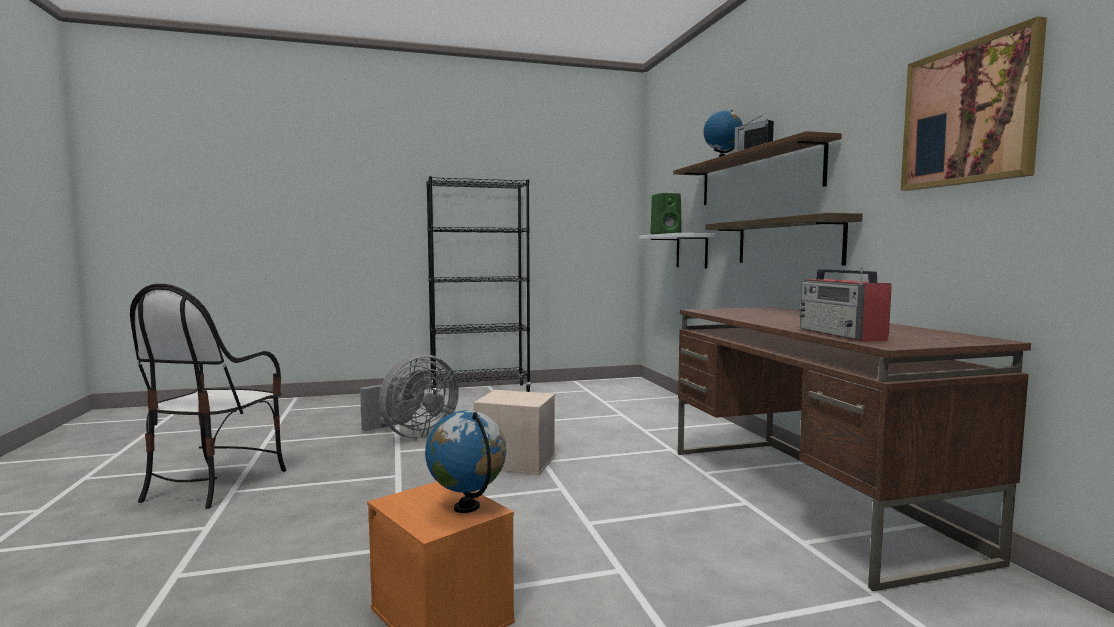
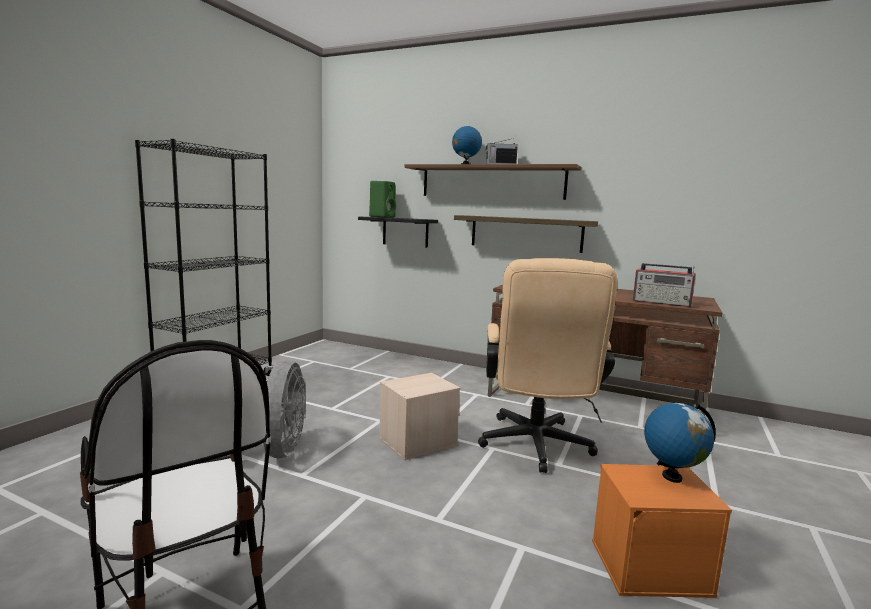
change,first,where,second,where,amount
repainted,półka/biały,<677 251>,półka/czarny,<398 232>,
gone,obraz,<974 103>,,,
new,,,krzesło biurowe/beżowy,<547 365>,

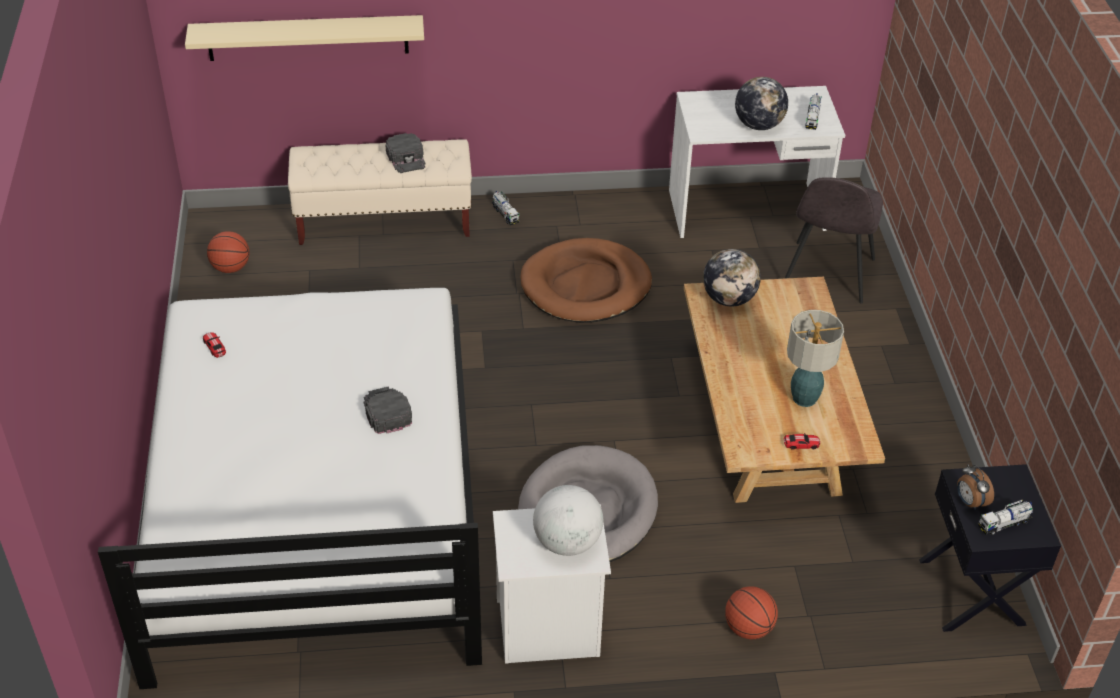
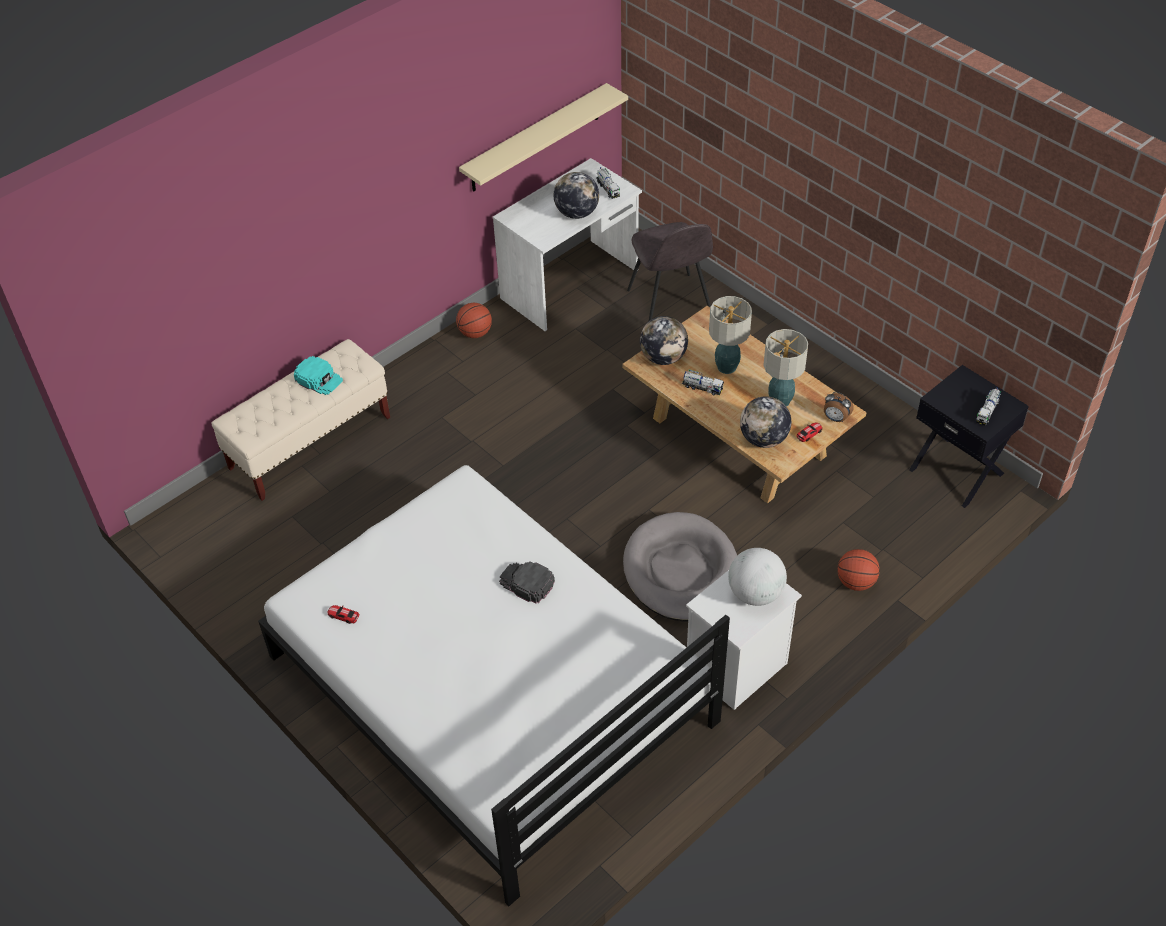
change,first,where,second,where,amount
shifted,półka/beżowy,<304 38>,,<543 137>,
shifted,piłka do koszykówki,<228 252>,,<474 320>,
repainted,czapka z daszkiem/czarny,<405 153>,czapka z daszkiem/turkusowy,<318 375>,
shifted,ciężarówka zabawkowa,<505 208>,,<703 382>,
gone,legowisko/brązowy,<586 280>,,,
shifted,budzik,<975 487>,,<839 407>,
new,,,lampa stołowa,<730 335>,
new,,,globus,<765 422>,

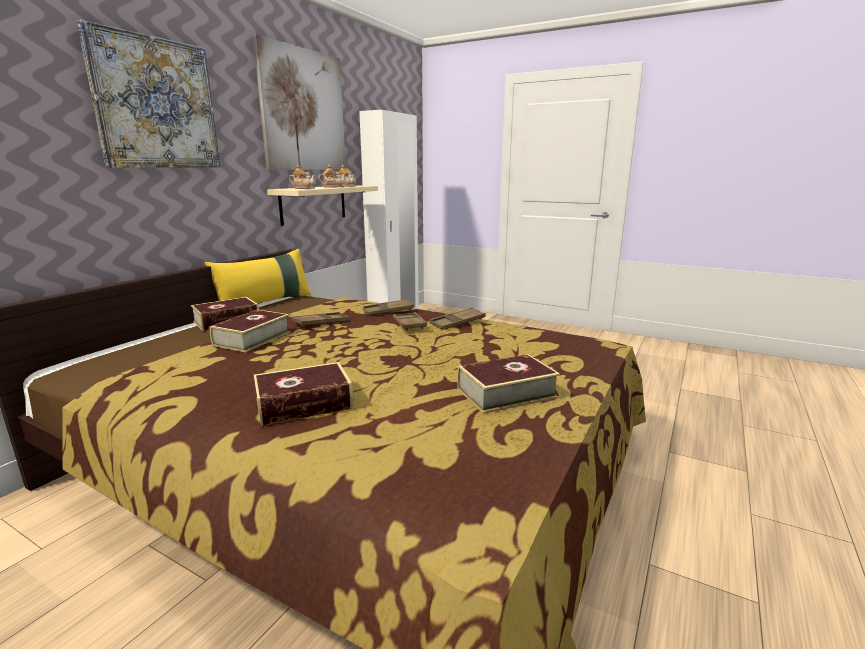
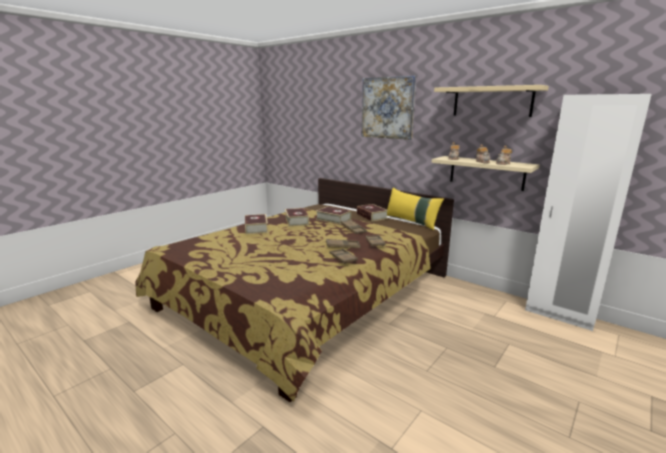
change,first,where,second,where,amount
swapped,obraz,<299 102>,półka/beżowy,<491 101>,
shifted,książka,<508 384>,,<297 217>,

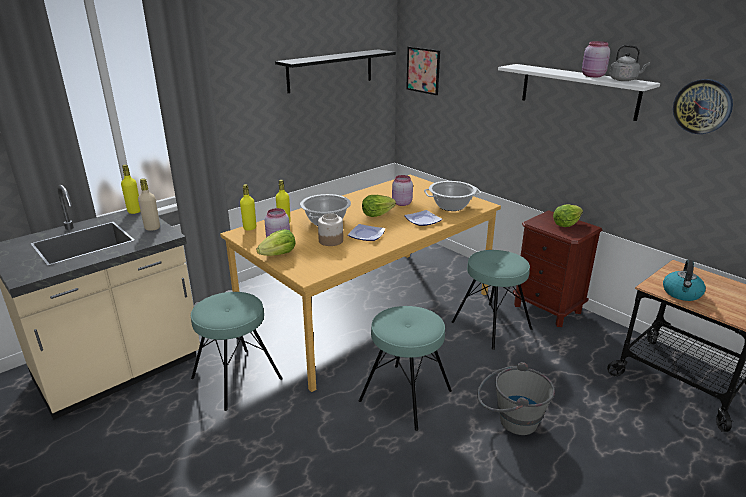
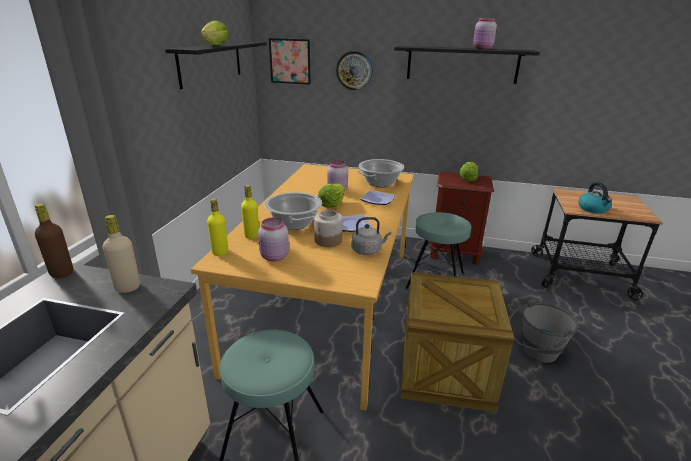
change,first,where,second,where,amount
repainted,butelka/żółty,<130 189>,butelka/brązowy,<54 240>,
shifted,sałata,<276 242>,,<215 33>,
swapped,stołek/turkusowy,<405 368>,skrzynka,<457 342>,
repainted,półka/biały,<579 92>,półka/czarny,<467 65>,
shifted,czajnik/szary,<630 63>,,<371 236>,
shifted,zegar ścienny,<703 106>,,<354 70>,

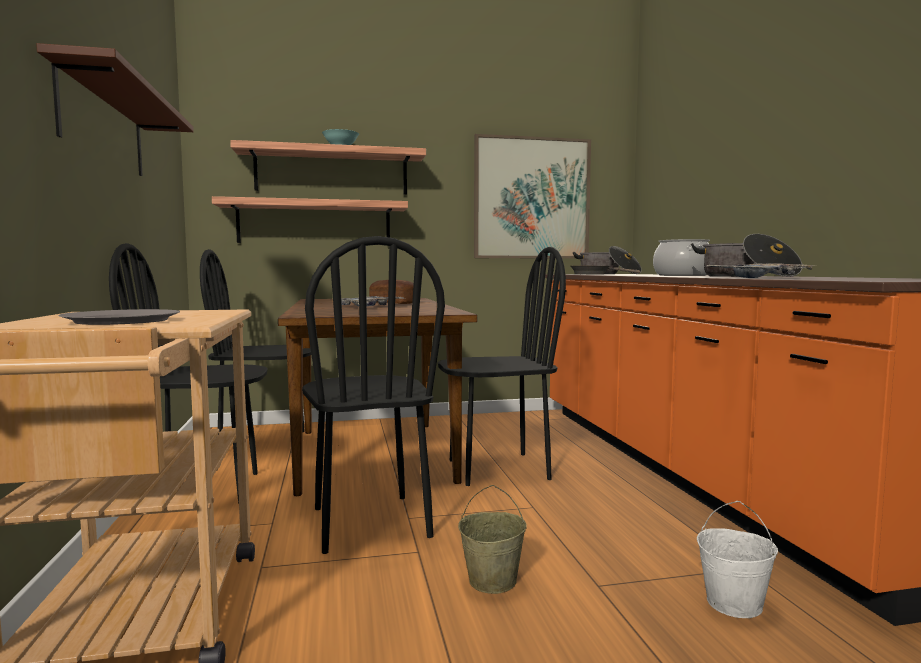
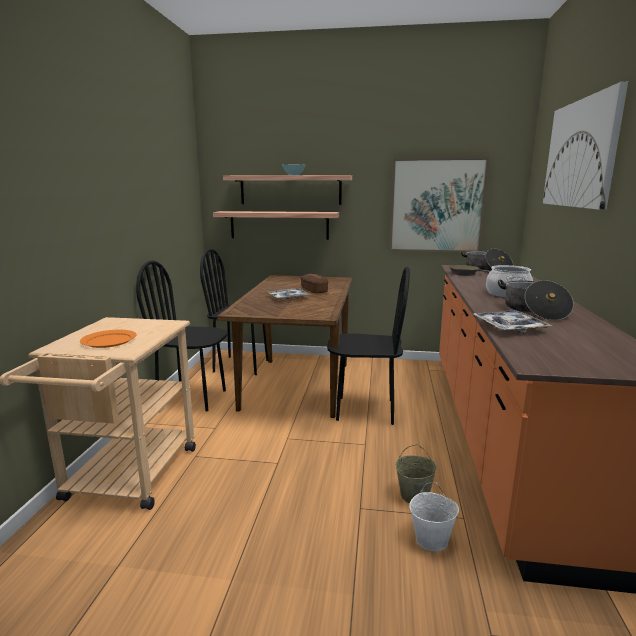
change,first,where,second,where,amount
gone,półka/brązowy,<115 109>,,,
repainted,talerz/szary,<119 317>,talerz/pomarańczowy,<108 339>,
gone,krzesło/czarny,<373 395>,,,
shifted,wiadro/beżowy,<492 539>,,<416 474>,
new,,,obraz,<585 146>,

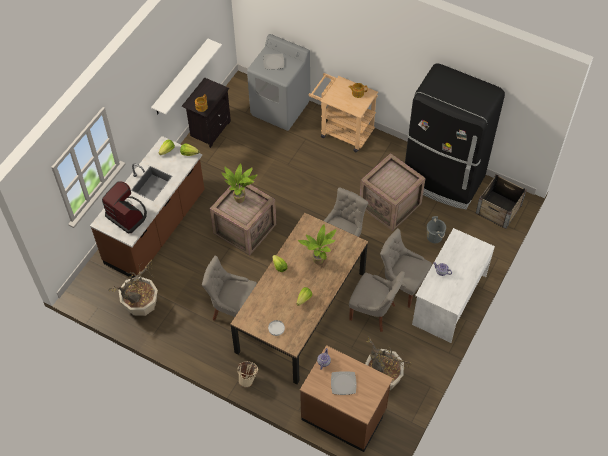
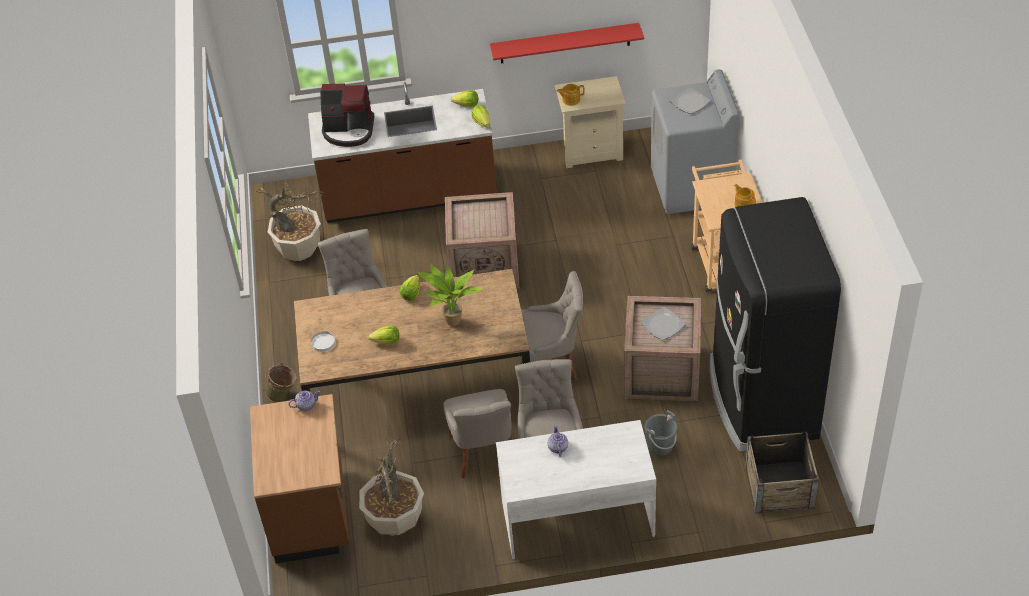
change,first,where,second,where,amount
rotated,ekspres do kawy,<124 207>,,<347 115>,90 degrees clockwise
repainted,półka/biały,<186 76>,półka/czerwony,<567 43>,
repainted,szafka nocna/czarny,<206 113>,szafka nocna/beżowy,<590 122>,
gone,roślina doniczkowa,<239 183>,,,
repainted,wiadro/beżowy,<247 374>,wiadro/zielony,<281 382>,
shifted,talerz,<343 383>,,<663 323>,

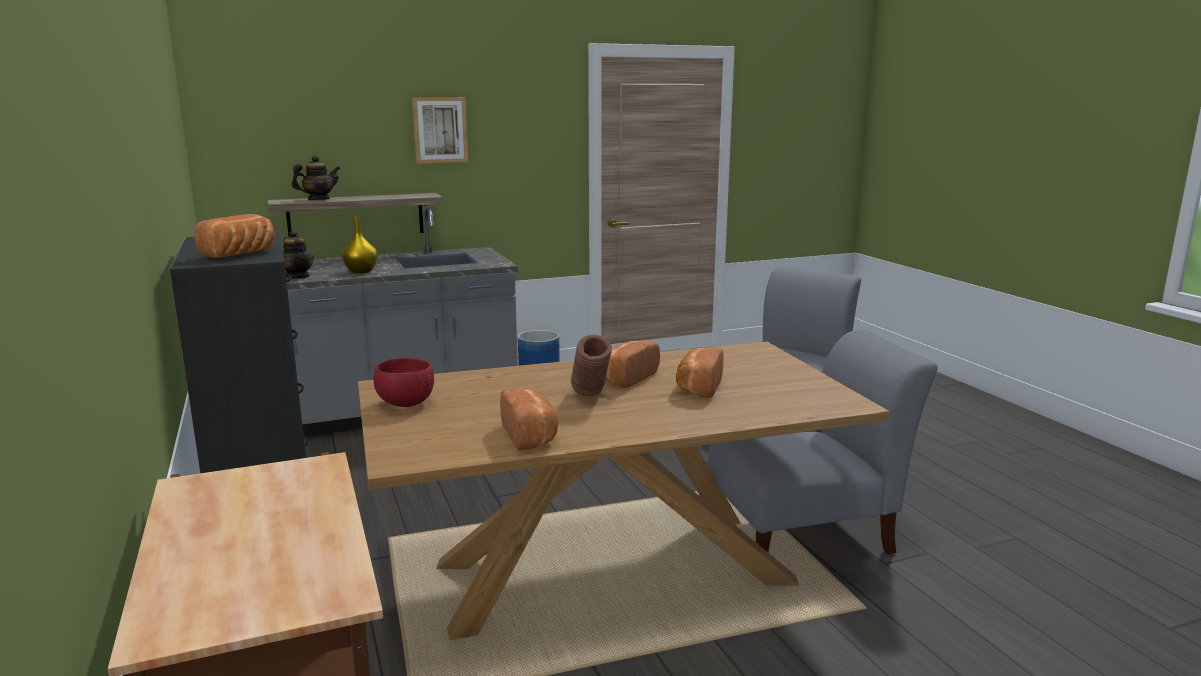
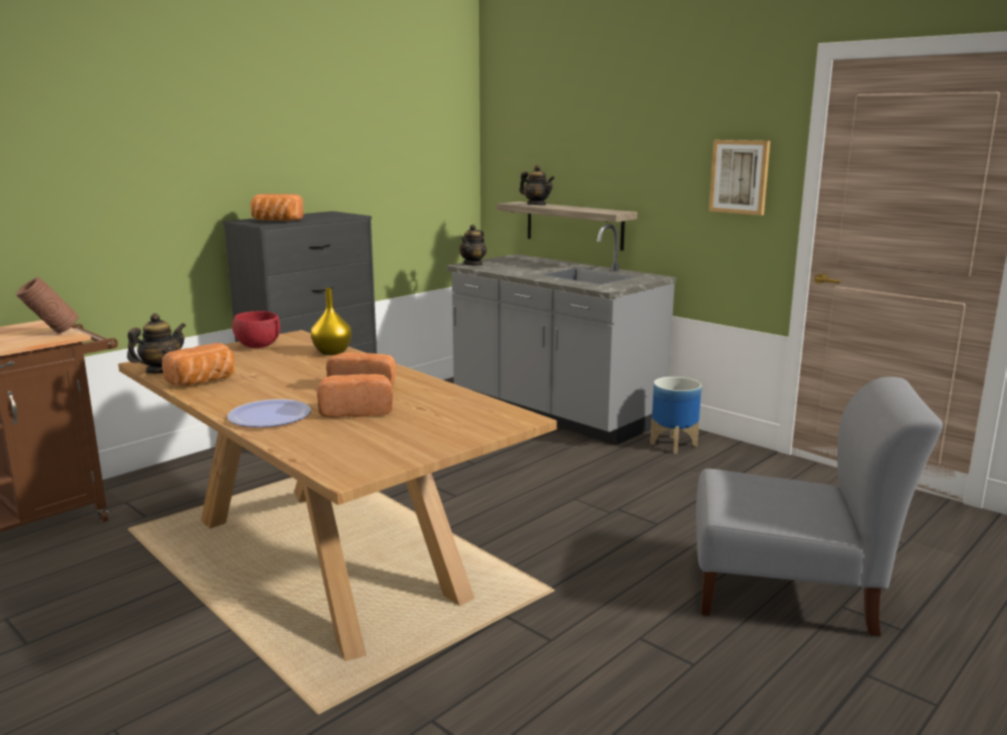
change,first,where,second,where,amount
shifted,wazon/żółty,<359 244>,,<331 321>,
shifted,obraz,<440 130>,,<739 177>,
shifted,wazon/brązowy,<591 365>,,<47 305>,
gone,krzesło/szary,<823 442>,,,
new,,,imbryk,<156 343>,
new,,,talerz,<269 413>,

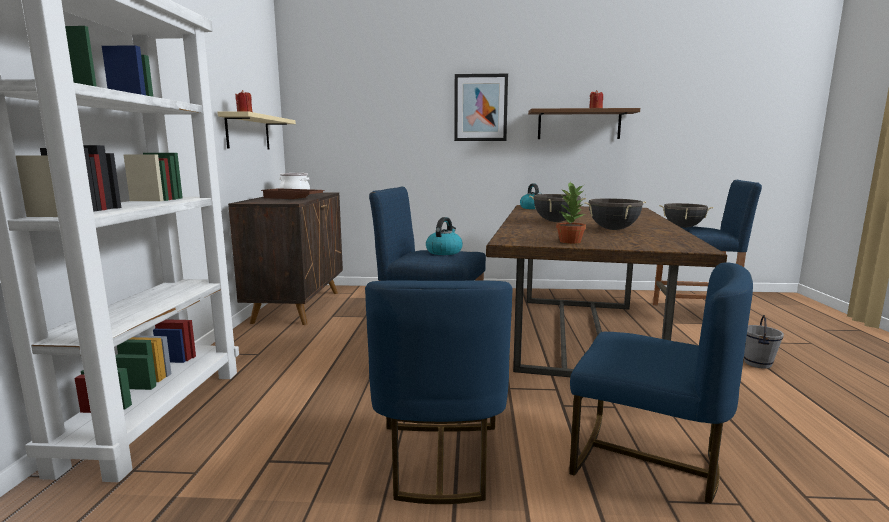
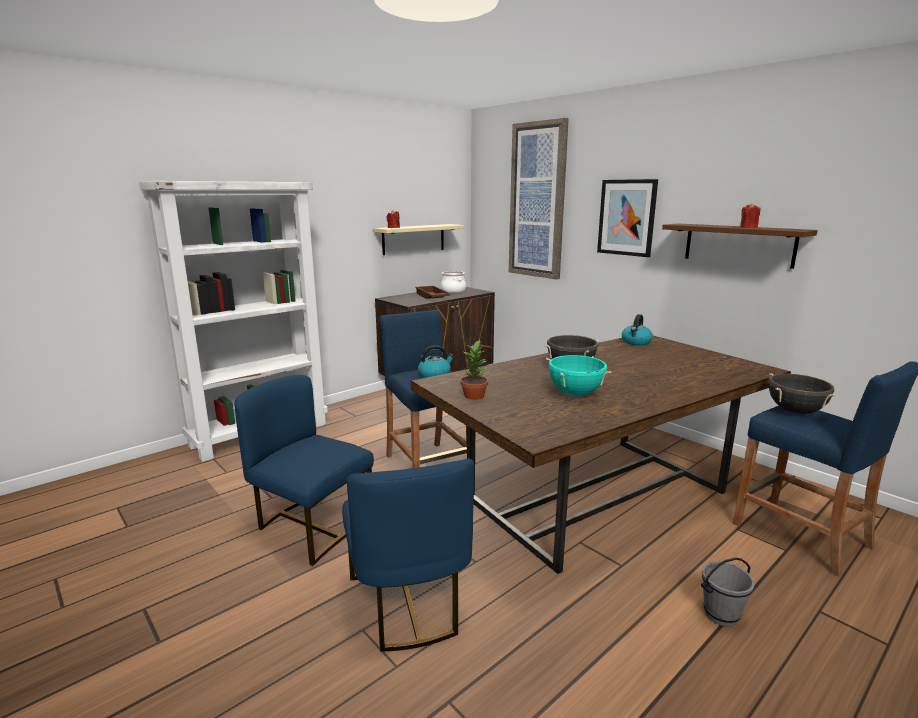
change,first,where,second,where,amount
rotated,krzesło/niebieski,<439 392>,,<304 470>,75 degrees clockwise
repainted,garnek/czarny,<615 214>,garnek/turkusowy,<579 375>,
new,,,obraz,<539 198>,

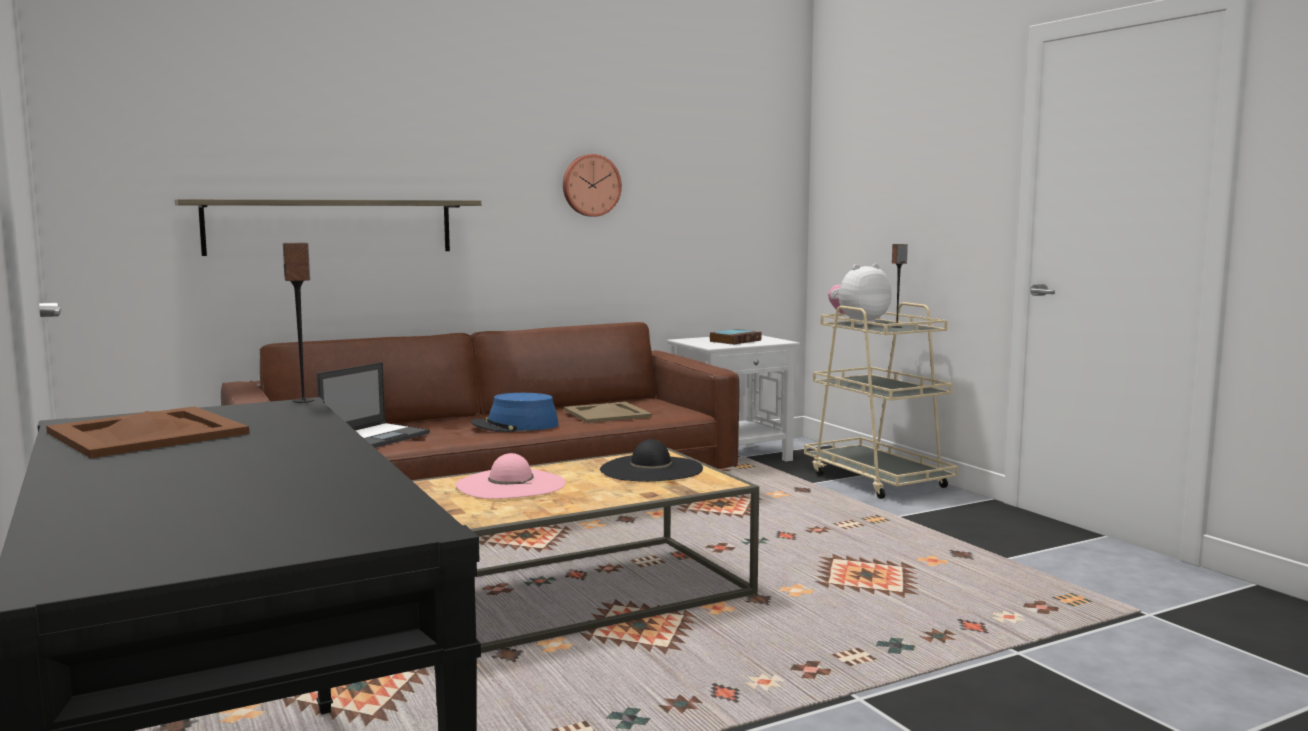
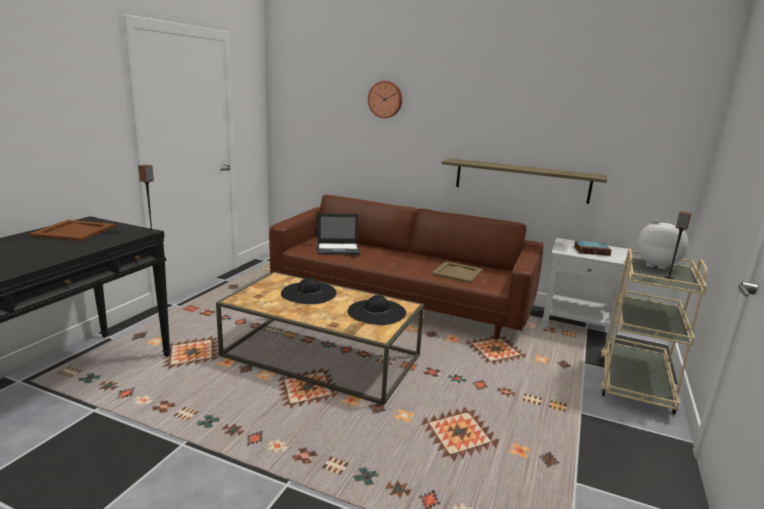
change,first,where,second,where,amount
shifted,półka,<328 227>,,<524 181>,
repainted,kapelusz/różowy,<510 476>,kapelusz/czarny,<309 291>,
gone,kapelusz/niebieski,<515 412>,,,
shifted,zegar ścienny,<592 185>,,<385 99>,

